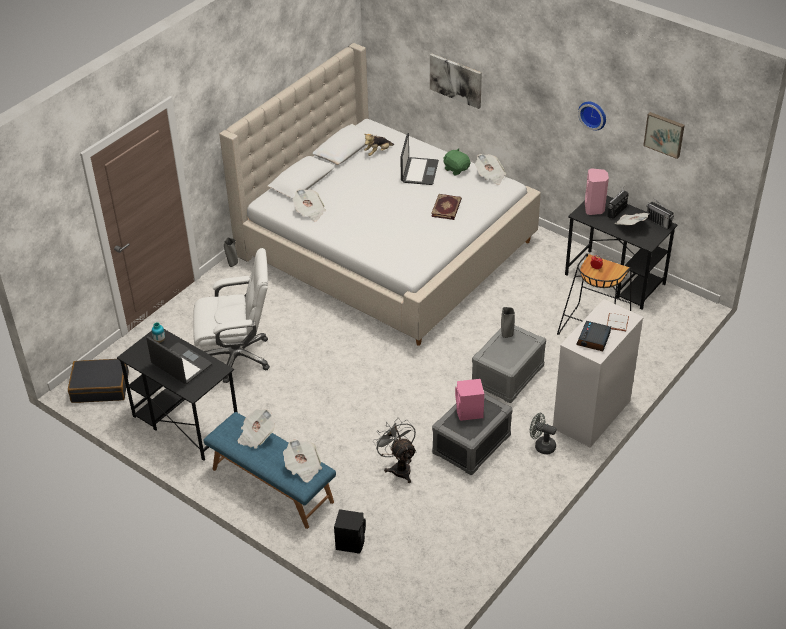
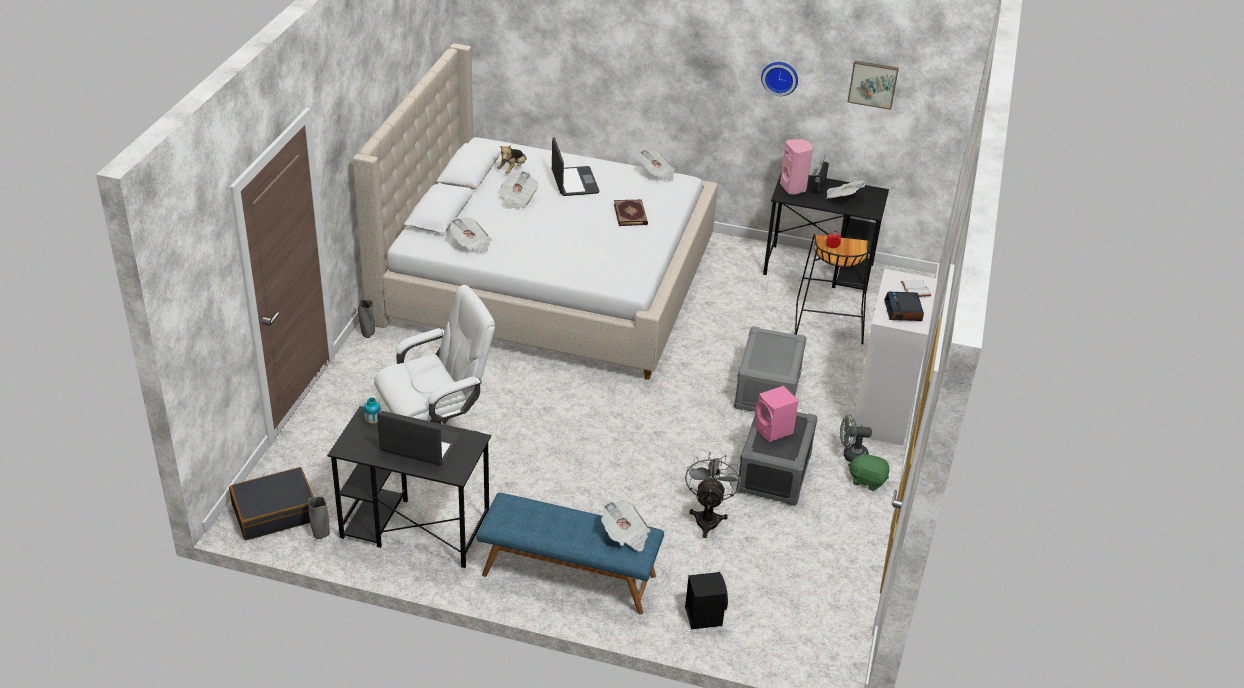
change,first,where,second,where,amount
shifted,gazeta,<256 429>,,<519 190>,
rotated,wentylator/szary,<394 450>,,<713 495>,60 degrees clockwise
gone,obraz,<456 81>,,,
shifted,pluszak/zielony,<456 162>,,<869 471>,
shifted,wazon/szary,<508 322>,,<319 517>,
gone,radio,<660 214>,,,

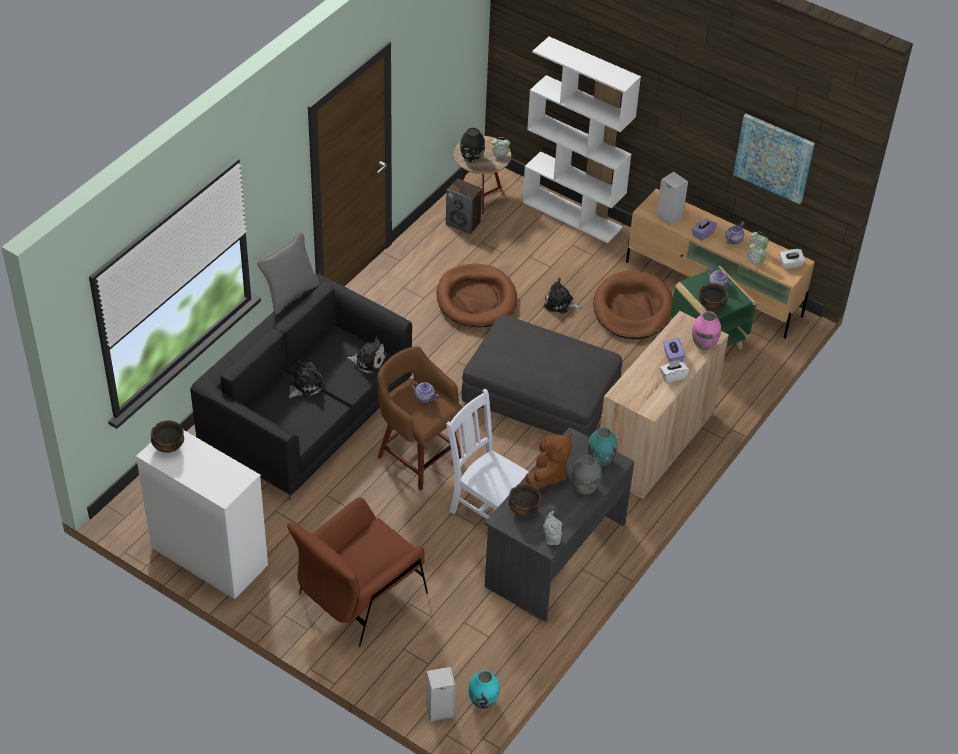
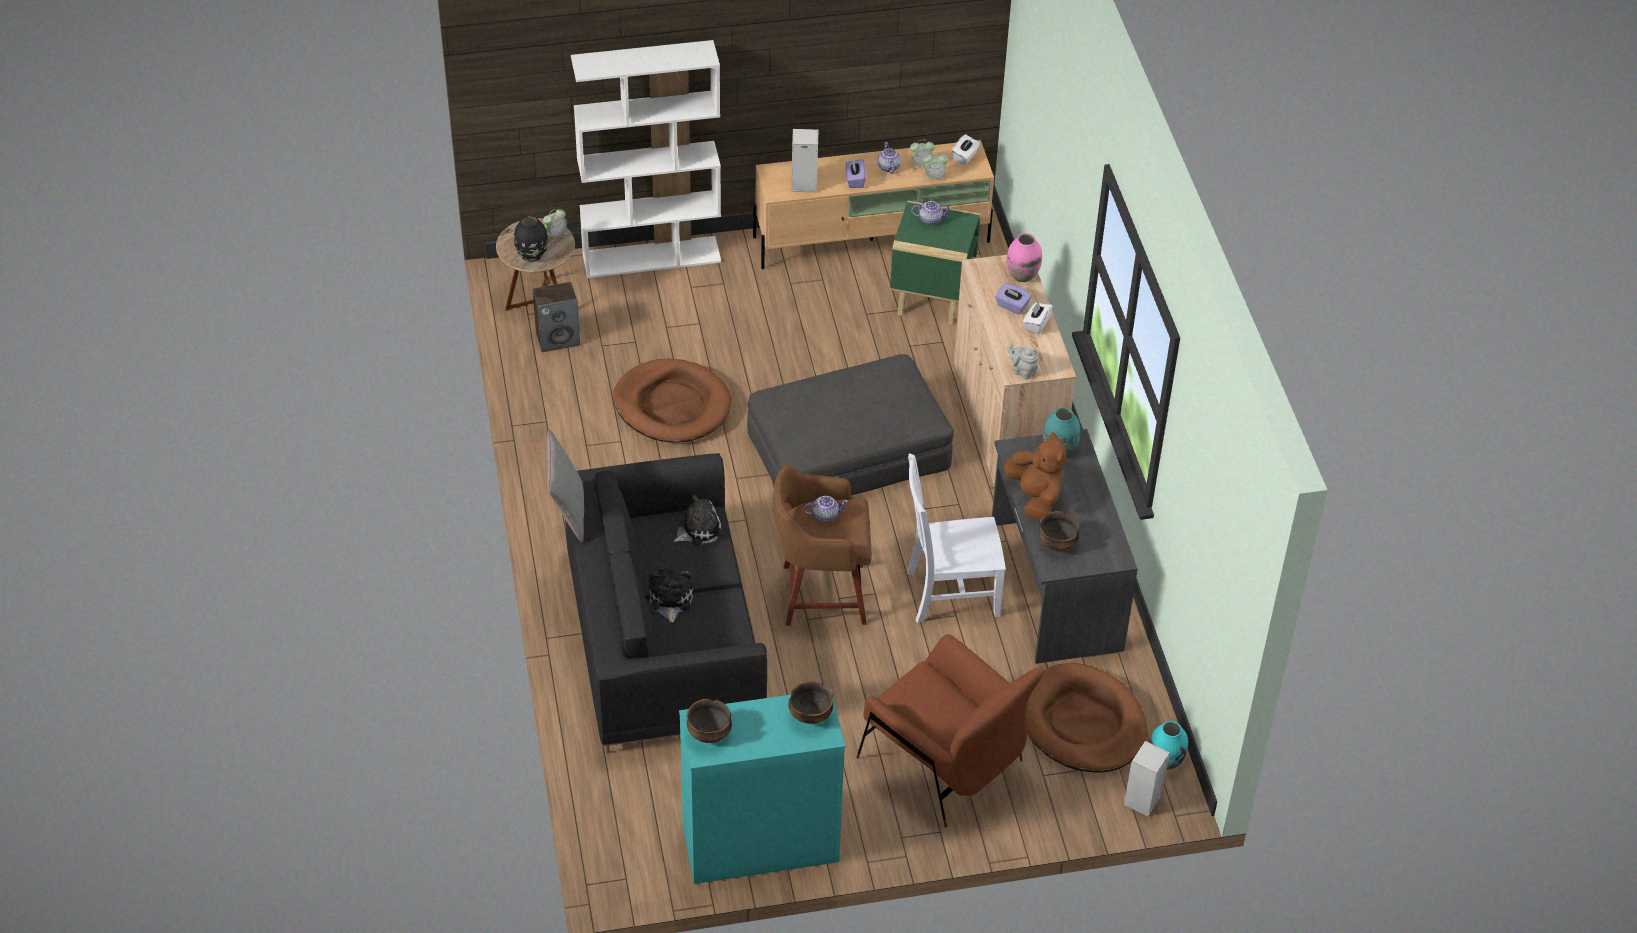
change,first,where,second,where,amount
repainted,komoda/biały,<202 514>,komoda/turkusowy,<762 786>,
rotated,fotel/brązowy,<357 572>,,<950 730>,45 degrees counterclockwise
shifted,imbryk/szary,<552 528>,,<1023 361>,
gone,pluszak,<563 295>,,,
gone,wazon/szary,<586 474>,,,
shifted,legowisko/brązowy,<633 305>,,<1086 718>,
shifted,miska,<713 296>,,<811 703>,
gone,obraz,<774 159>,,,

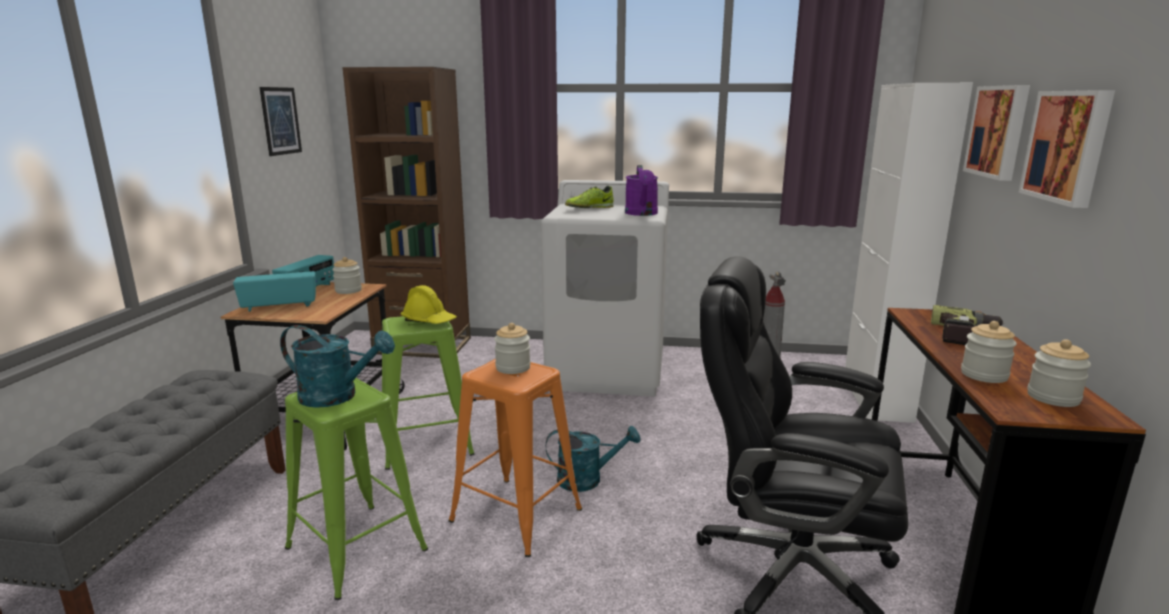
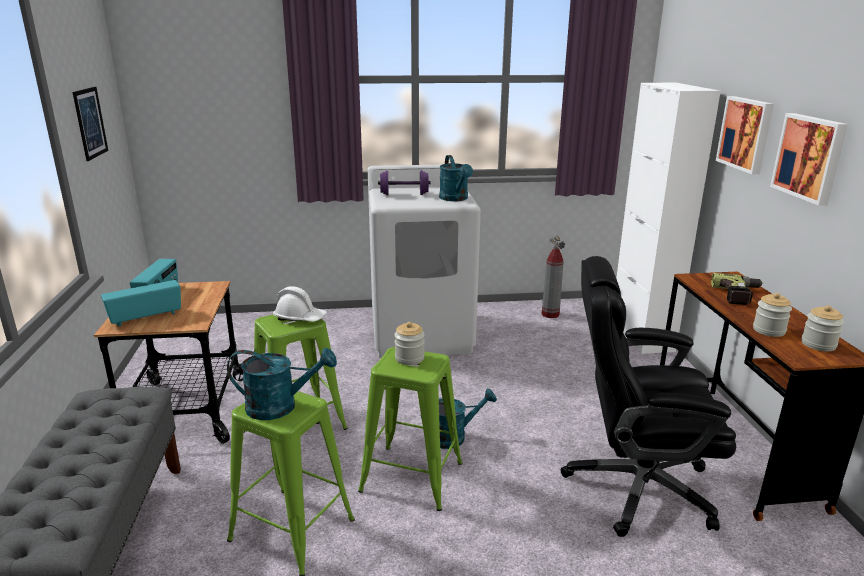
change,first,where,second,where,amount
gone,słoik,<347 275>,,,
gone,regał/brązowy,<406 212>,,,
repainted,kask/żółty,<428 304>,kask/biały,<300 303>,
repainted,stołek/pomarańczowy,<515 457>,stołek/zielony,<410 429>,
swapped,but,<589 197>,hantel/fioletowy,<404 182>,
repainted,konewka/fioletowy,<641 190>,konewka/turkusowy,<456 178>,

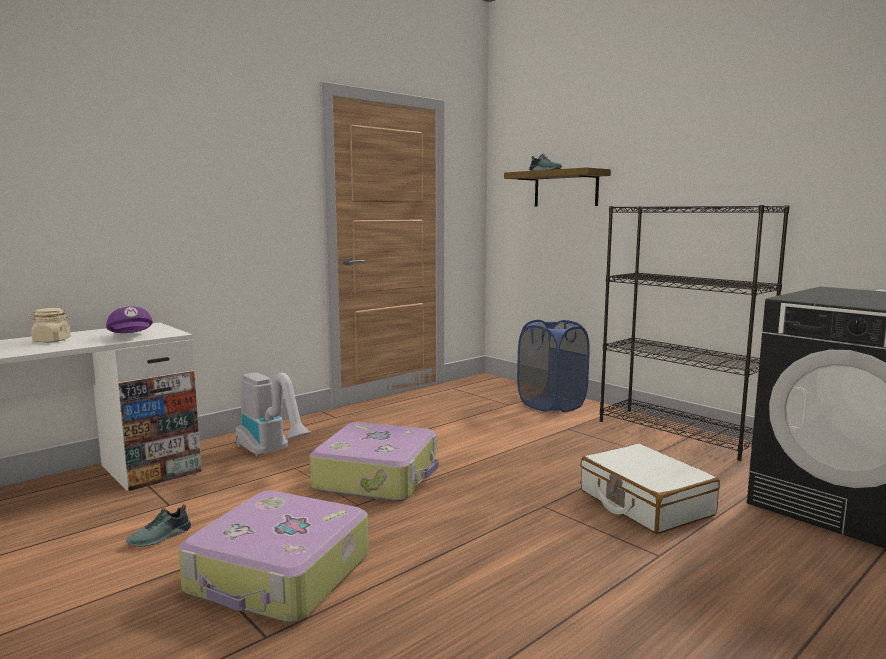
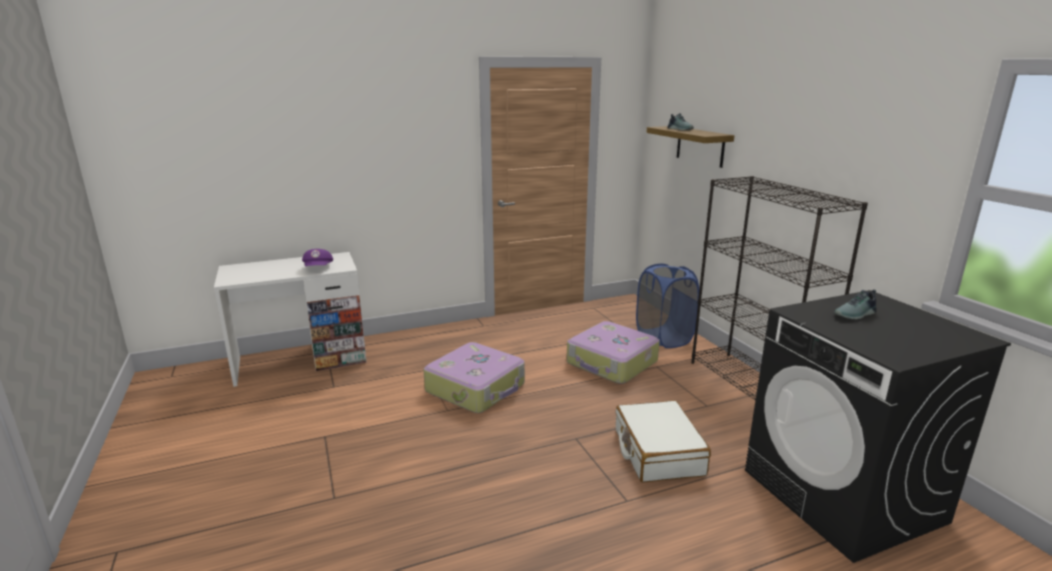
change,first,where,second,where,amount
gone,słoik/beżowy,<50 325>,,,
shifted,but,<158 525>,,<855 304>,
shifted,walizka,<273 557>,,<613 352>,
gone,odkurzacz,<274 415>,,,

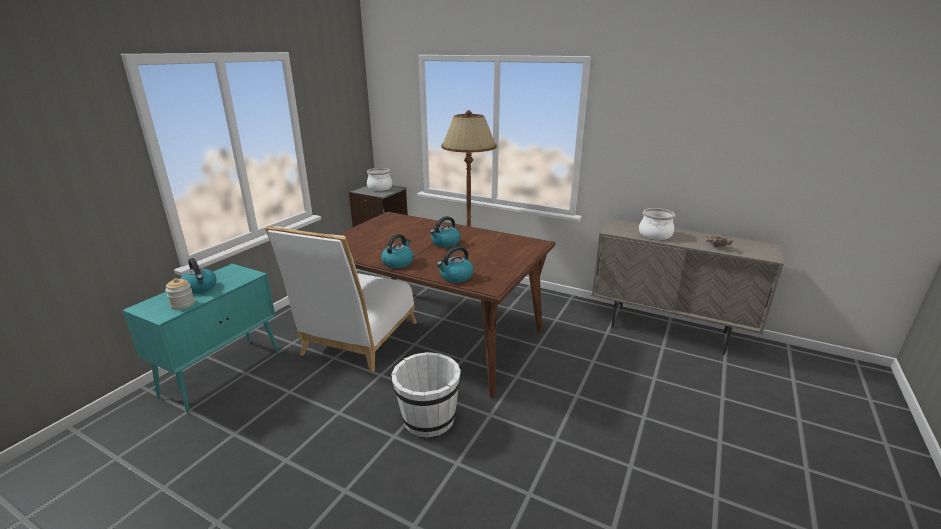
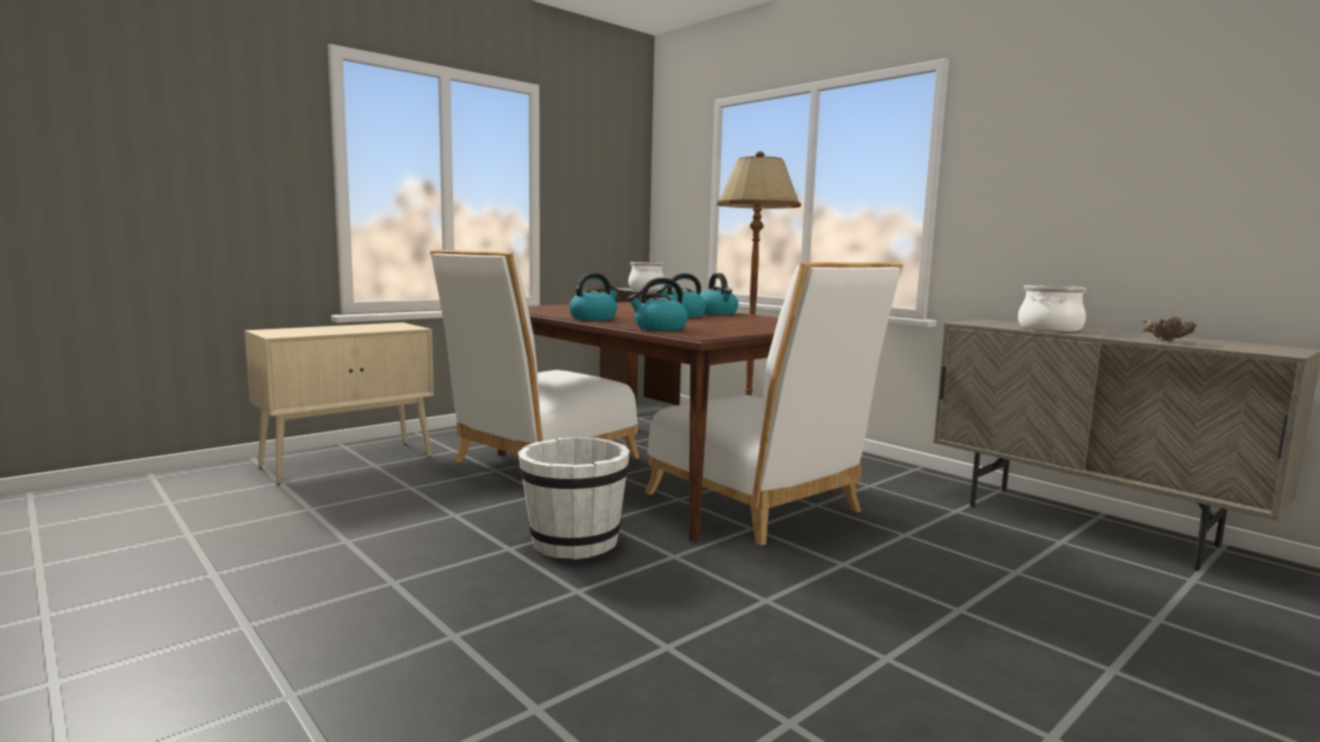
change,first,where,second,where,amount
repainted,szafka/turkusowy,<201 338>,szafka/beżowy,<339 403>,
gone,słoik,<180 294>,,,
shifted,czajnik,<198 276>,,<719 294>,
new,,,krzesło/biały,<774 403>,

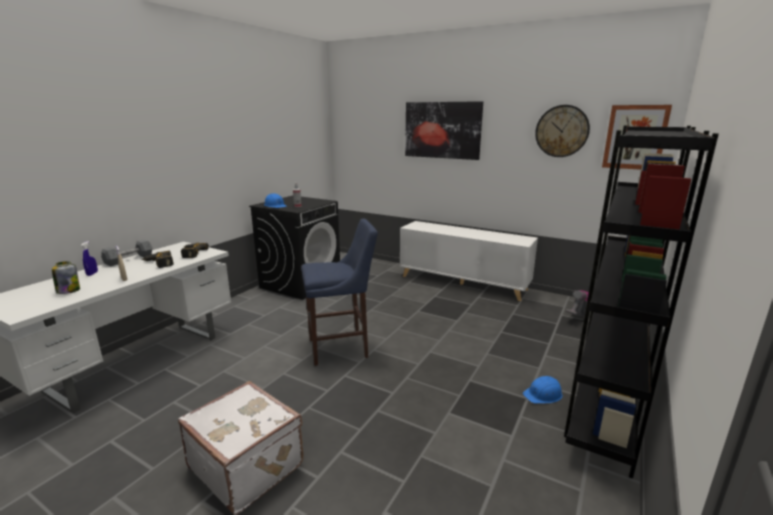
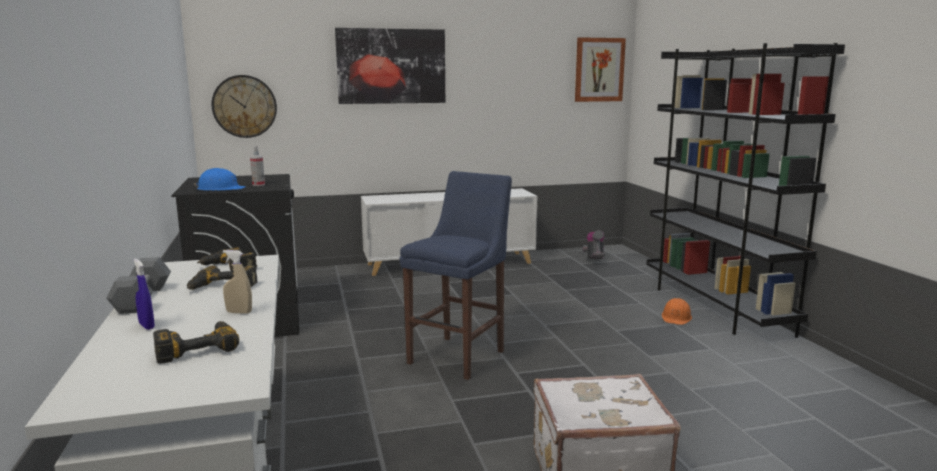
change,first,where,second,where,amount
swapped,słoik,<66 277>,wiertarka,<196 342>,
repainted,kask/niebieski,<542 390>,kask/pomarańczowy,<677 311>,
shifted,zegar ścienny,<562 131>,,<244 106>,

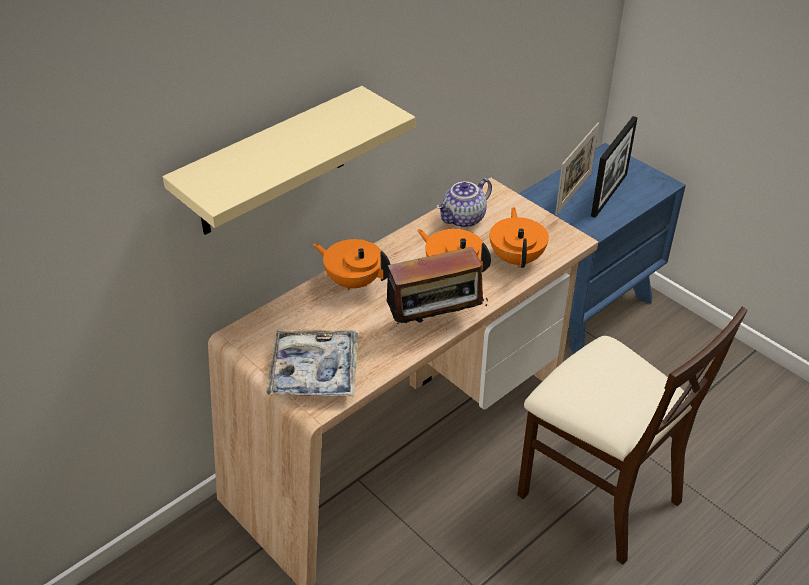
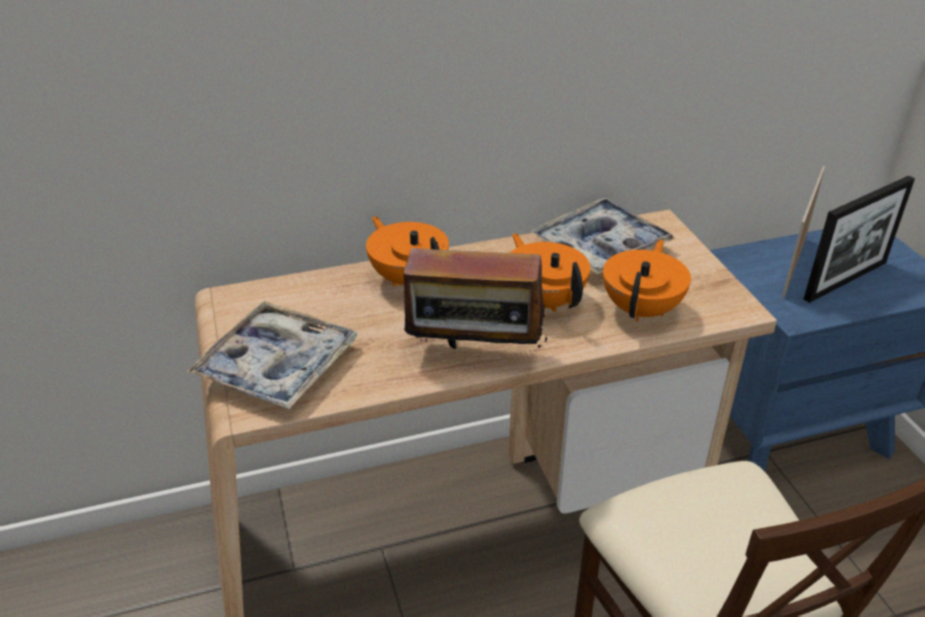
change,first,where,second,where,amount
gone,półka/beżowy,<289 160>,,,
swapped,imbryk,<464 203>,taca,<603 236>,
rotated,ramka na zdjęcie,<577 169>,,<803 232>,150 degrees clockwise

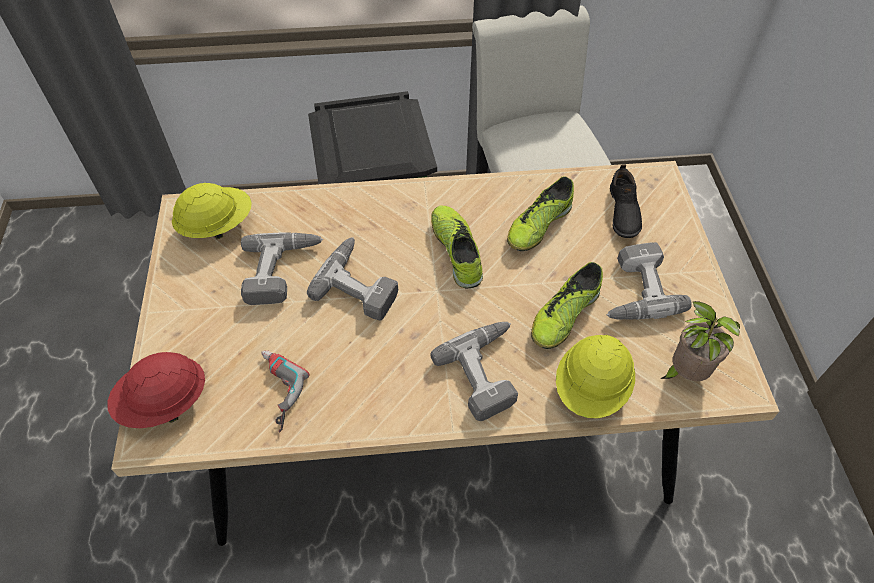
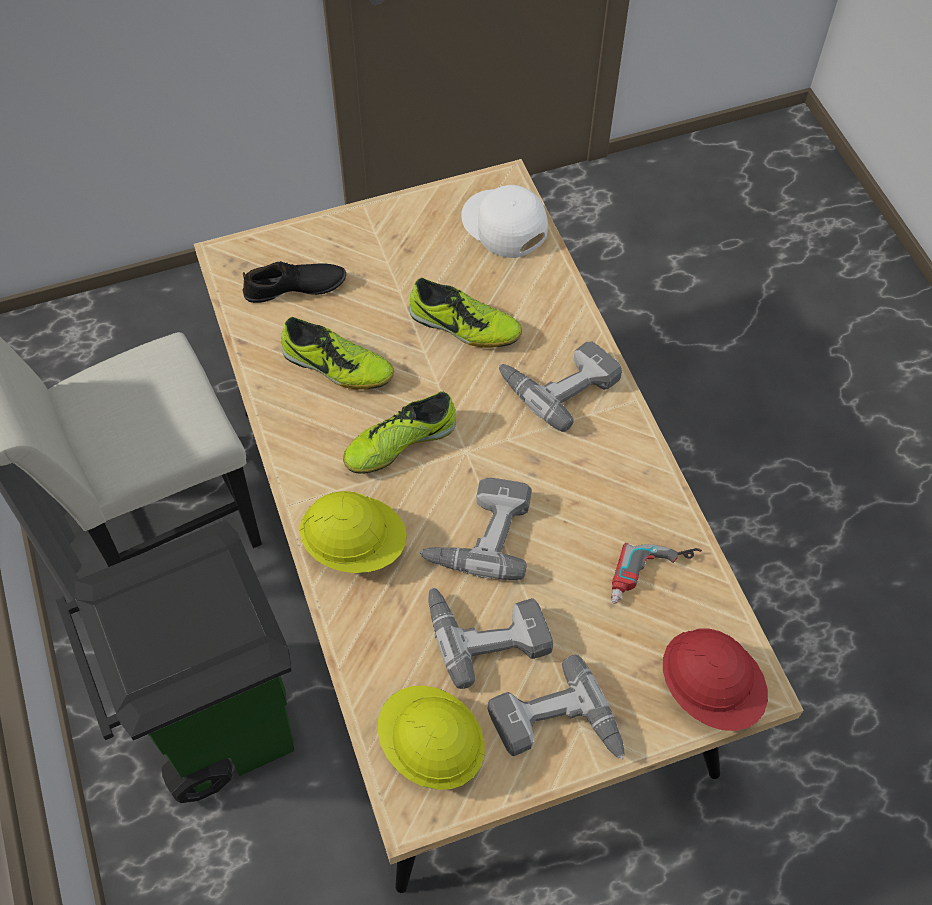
change,first,where,second,where,amount
shifted,kask/żółty,<595 376>,,<353 532>,
shifted,wiertarka,<649 281>,,<556 707>,
swapped,roślina doniczkowa,<700 341>,czapka z daszkiem/biały,<504 221>,

